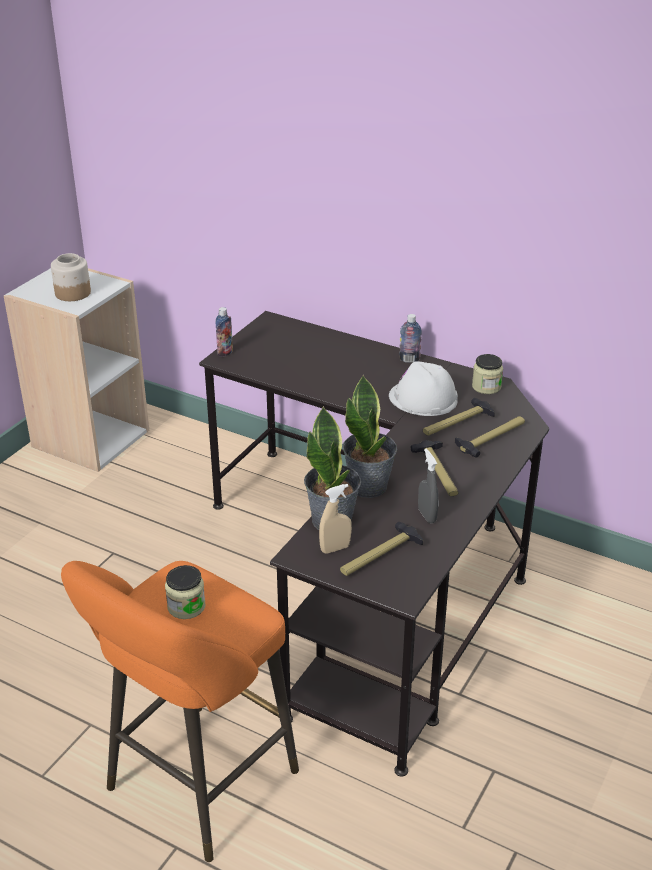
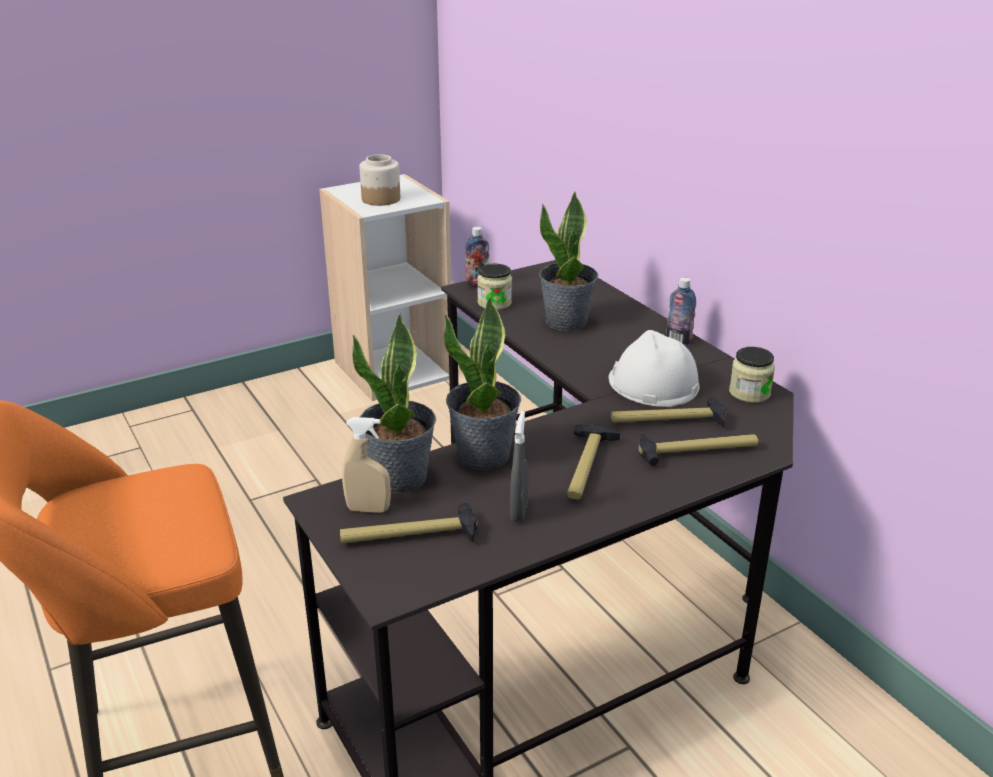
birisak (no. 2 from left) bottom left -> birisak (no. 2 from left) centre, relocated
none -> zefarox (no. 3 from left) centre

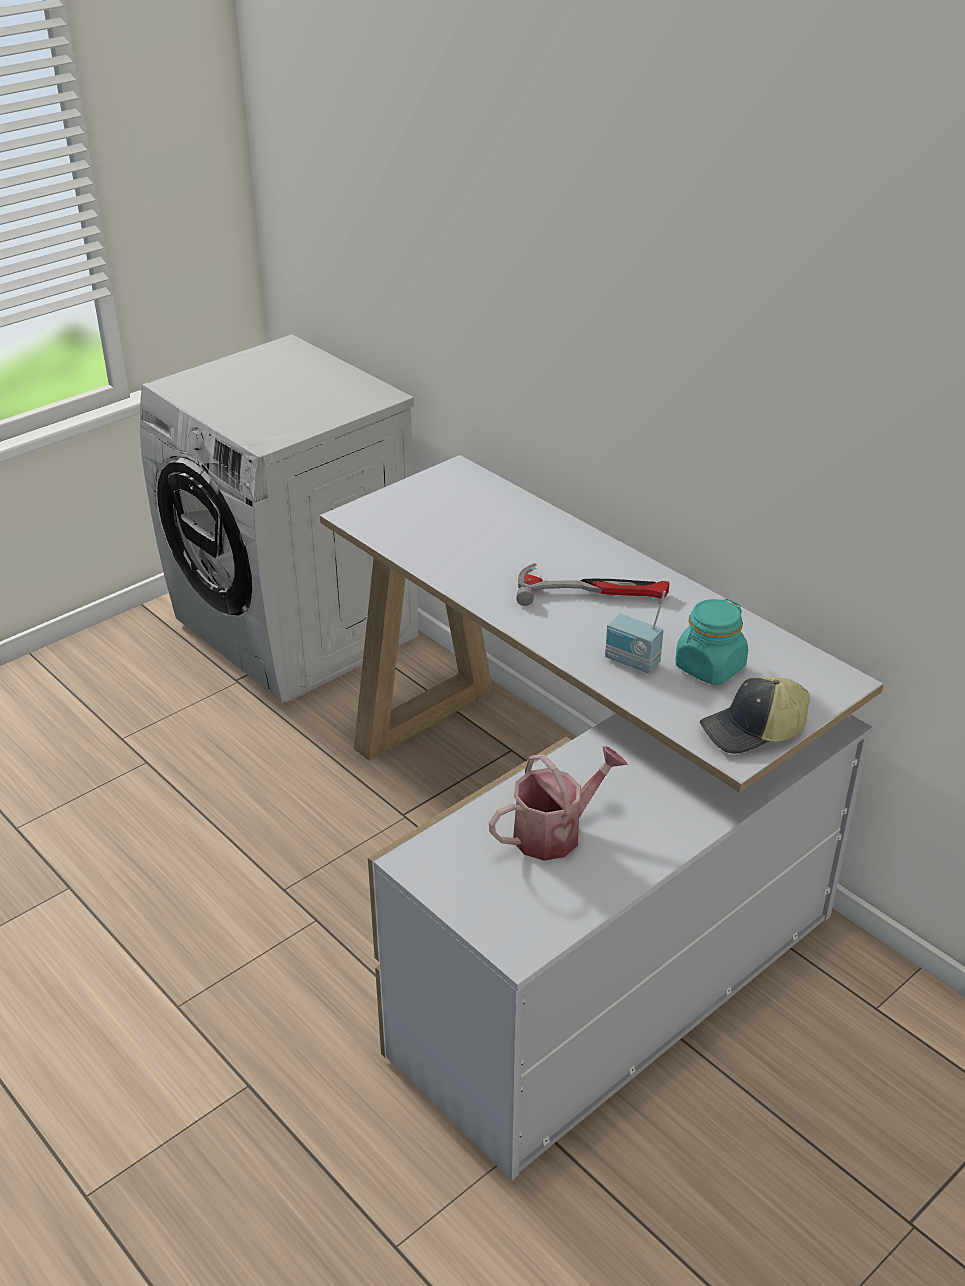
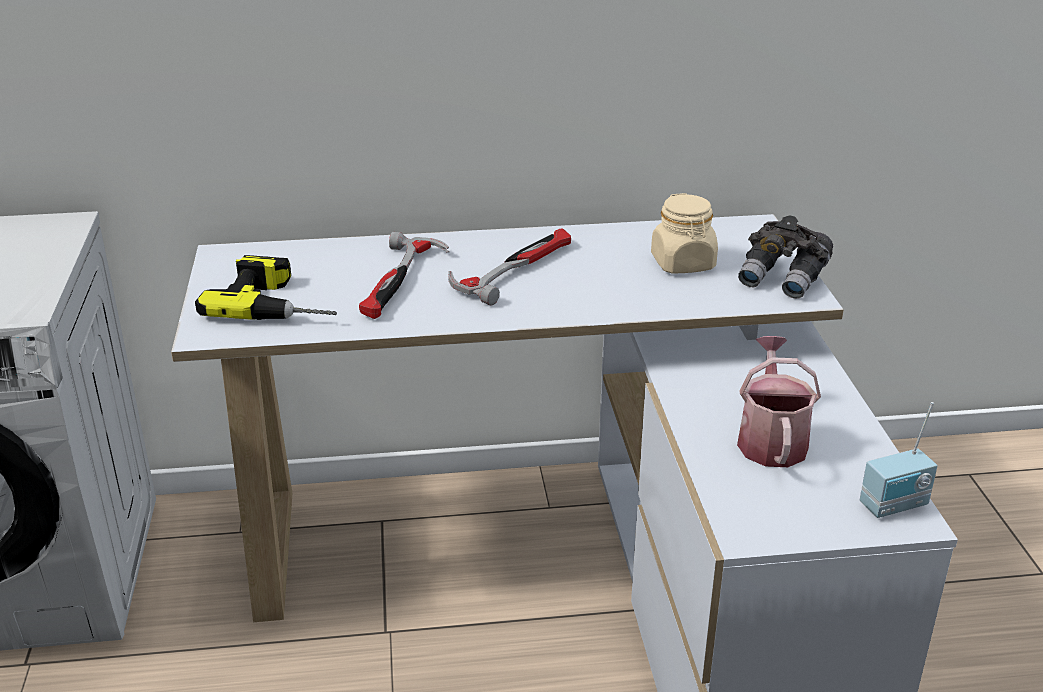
none -> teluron middle left
none -> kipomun (no. 1 from left) centre
turquoise_birisak middle right -> beige_birisak centre
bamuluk middle right -> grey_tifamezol middle right
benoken centre -> benoken middle right, relocated

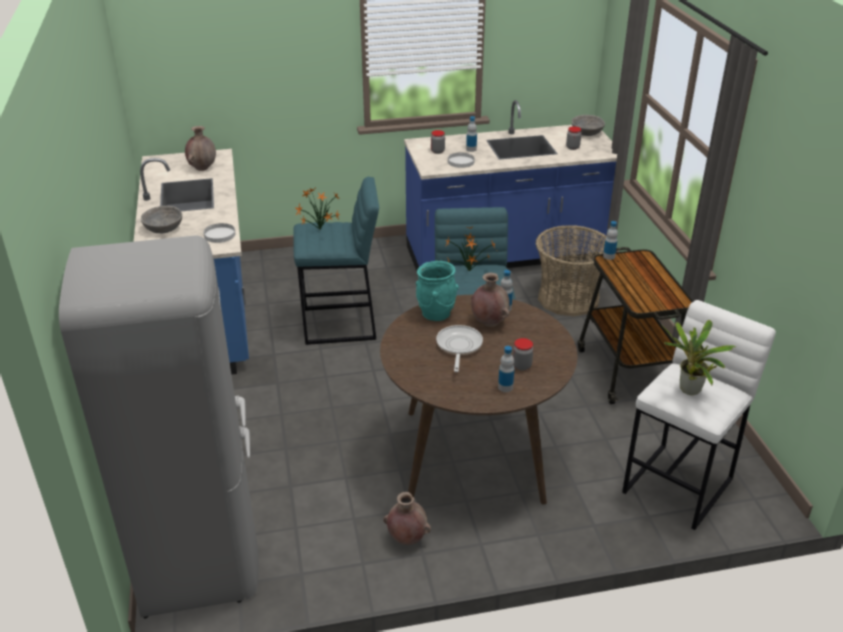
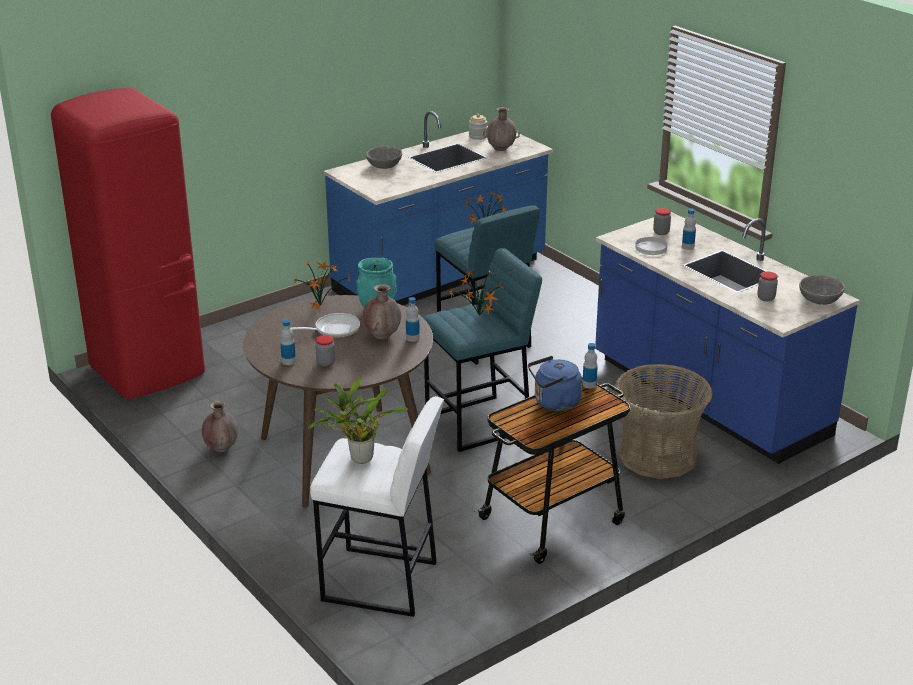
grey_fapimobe bottom left -> red_fapimobe middle left
none -> zefarox (no. 1 from left) centre
none -> birisak (no. 2 from left) top centre
none -> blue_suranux centre
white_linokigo (no. 1 from left) middle left -> none

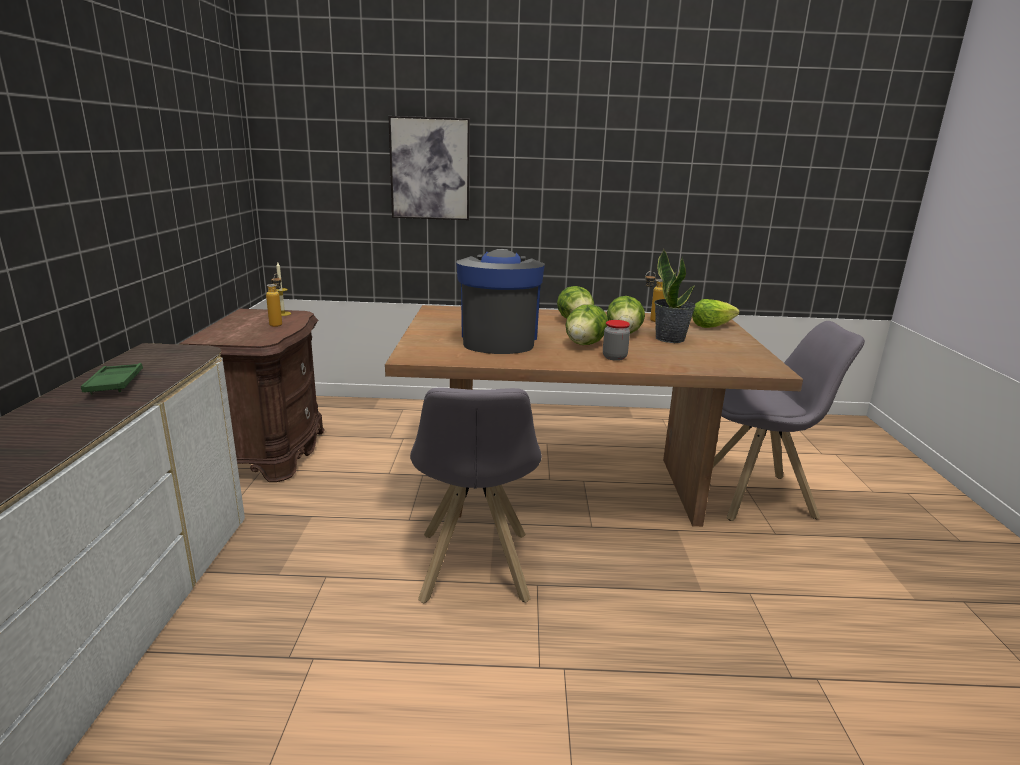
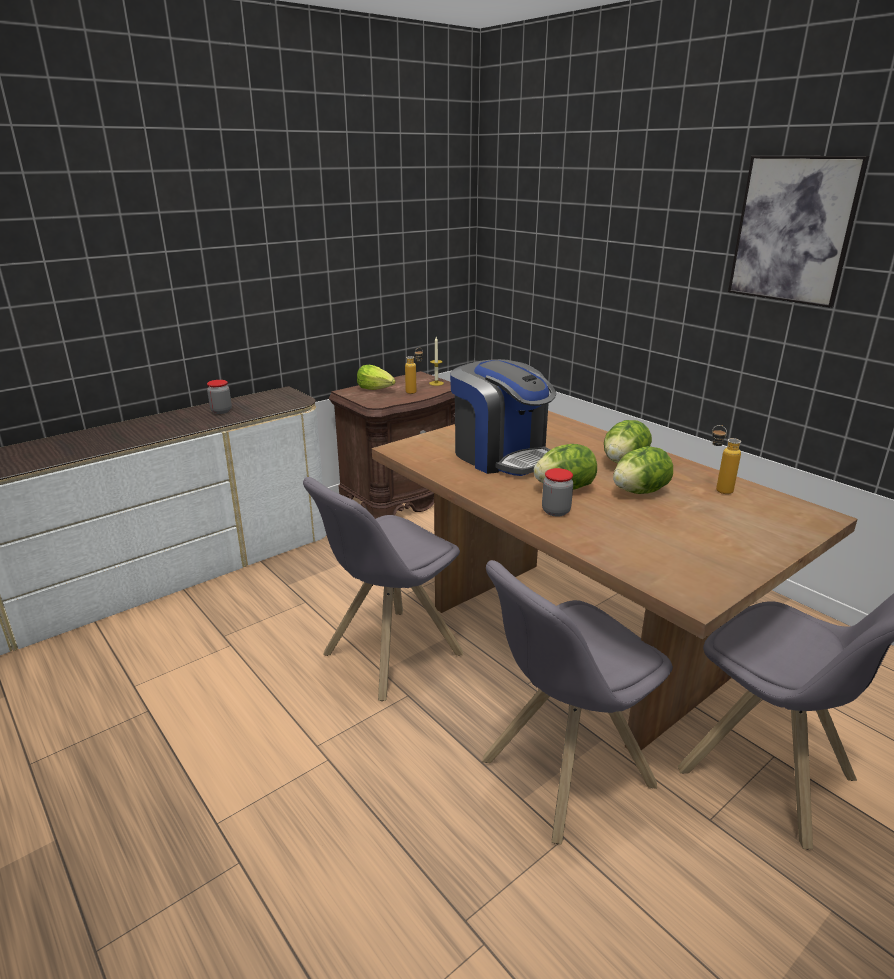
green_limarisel middle left -> birisak (no. 1 from left) middle left
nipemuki (no. 4 from left in the first image) middle right -> nipemuki (no. 1 from left) centre, relocated
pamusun centre, 90 degrees clockwise
none -> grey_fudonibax (no. 2 from left) bottom centre
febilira top centre -> febilira top right, relocated
zefarox centre -> none

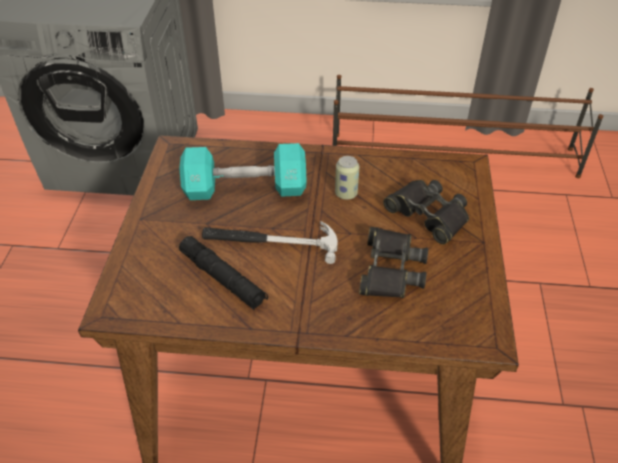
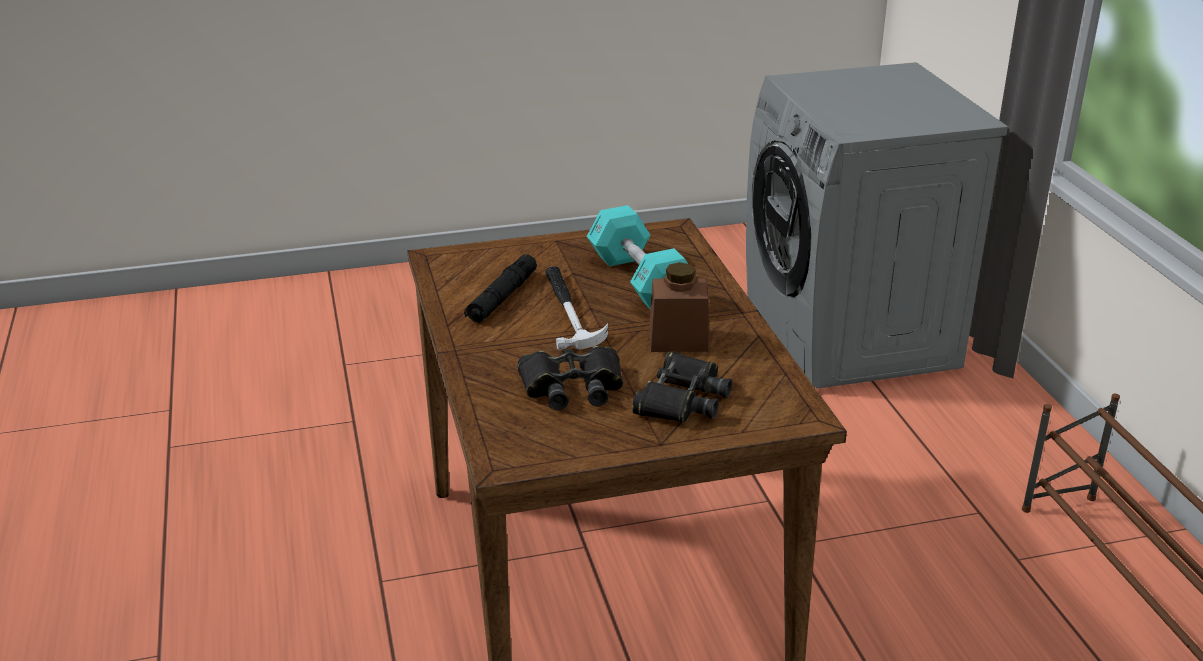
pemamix centre -> brown_birisak centre

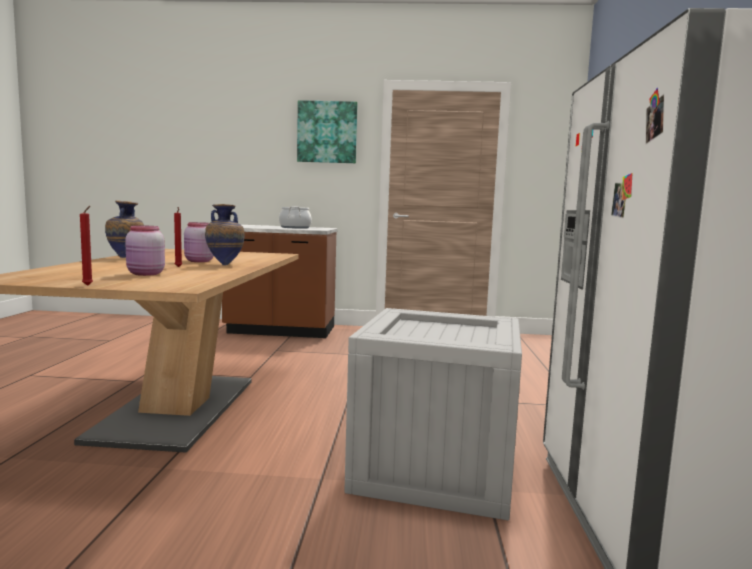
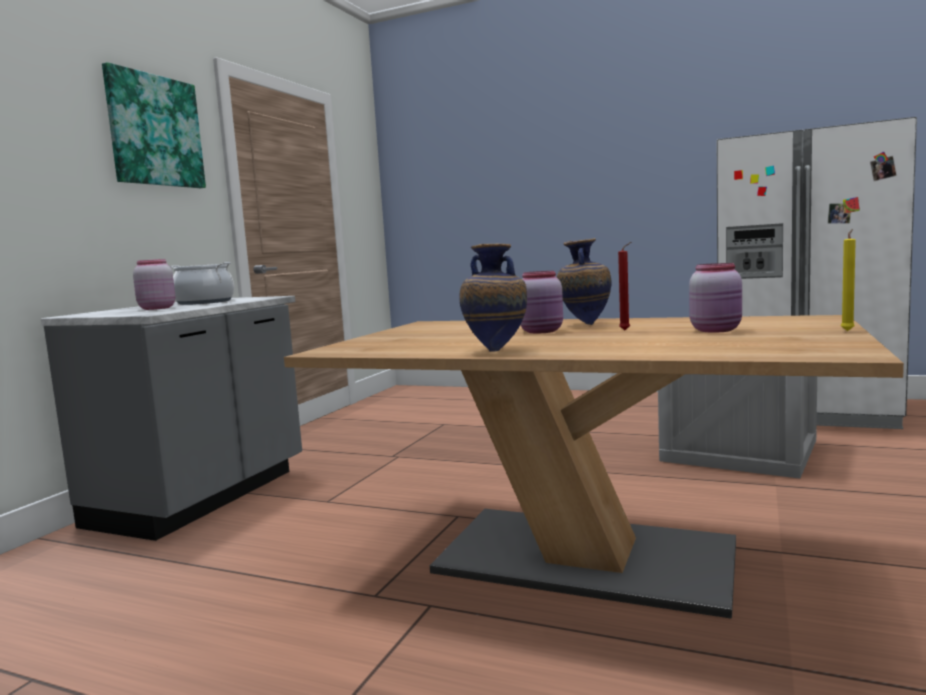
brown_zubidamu centre -> grey_zubidamu middle left
none -> pink_birisak (no. 1 from left) middle left
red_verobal (no. 1 from left) middle left -> yellow_verobal middle right

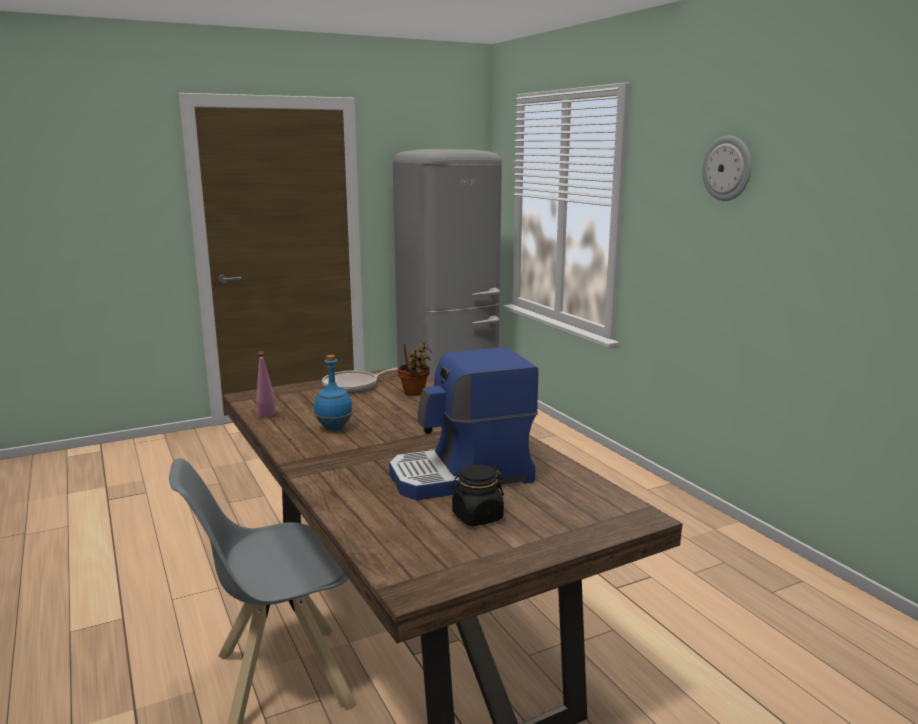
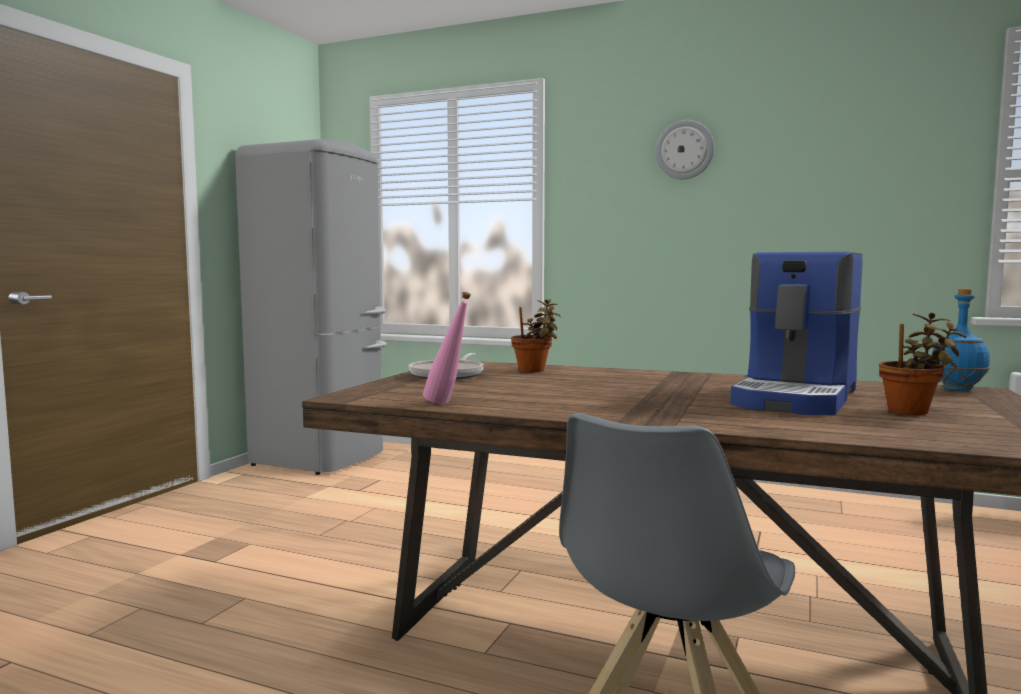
black_birisak bottom centre -> zefarox (no. 2 from left) middle right
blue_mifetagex centre -> blue_mifetagex middle right, relocated

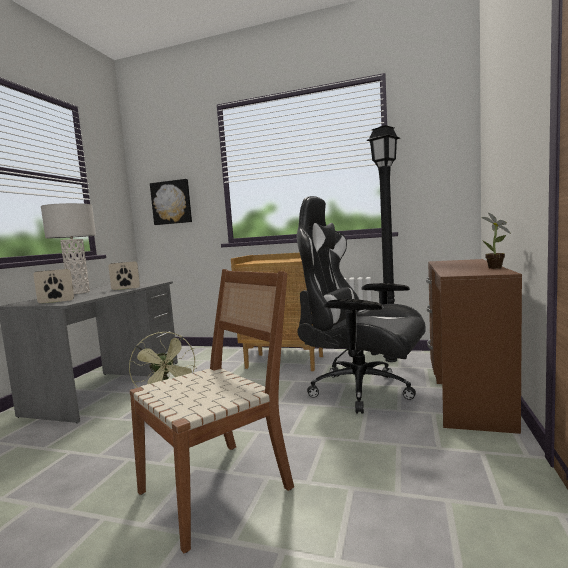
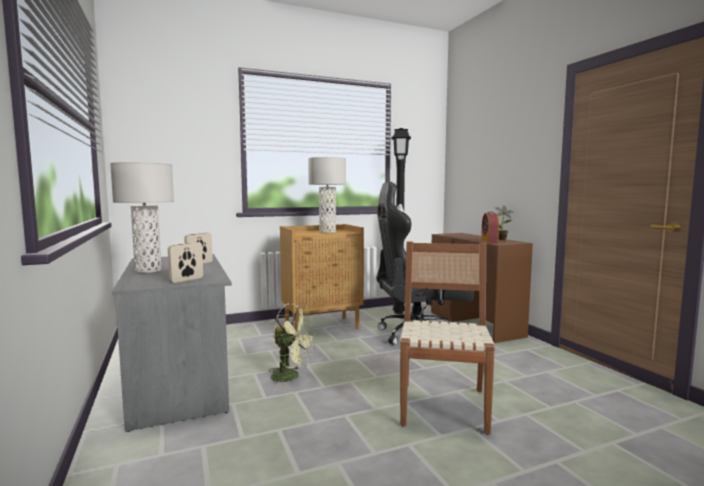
none -> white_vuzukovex (no. 2 from left) centre
none -> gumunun middle right
febilira middle left -> none

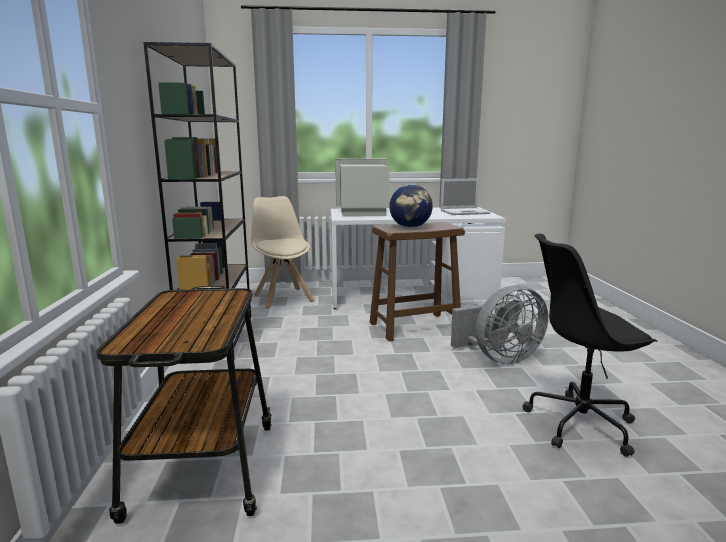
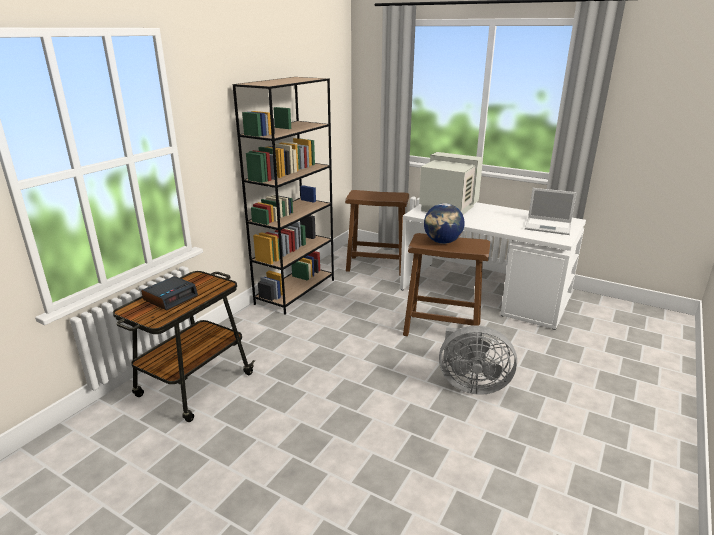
none -> gumunun middle left
beige_fudonibax centre -> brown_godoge (no. 1 from left) centre
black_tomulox middle right -> none

